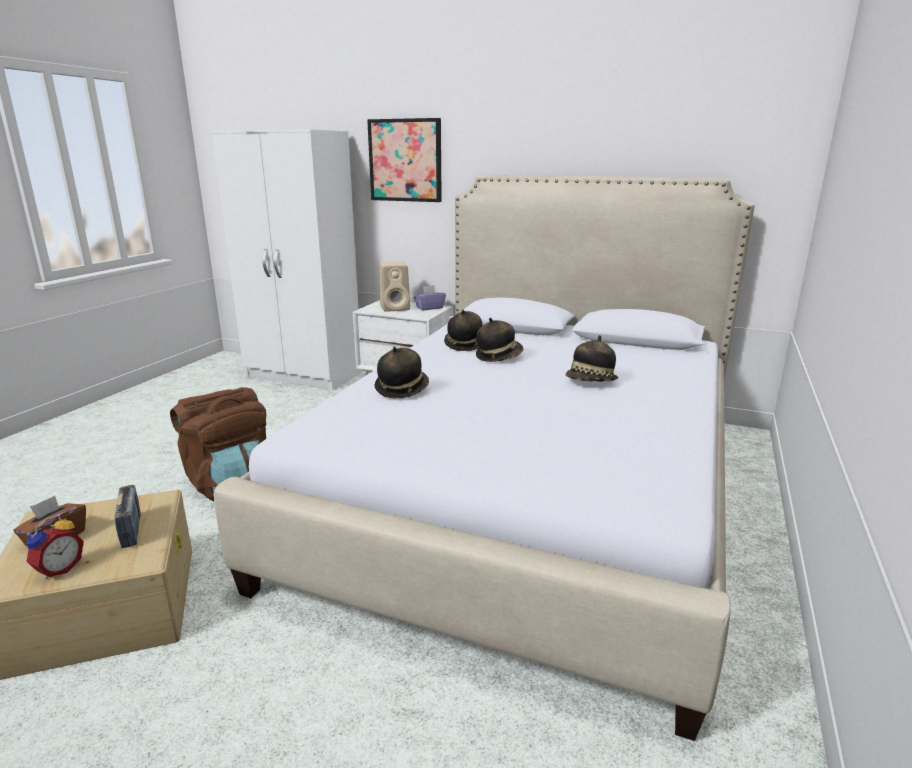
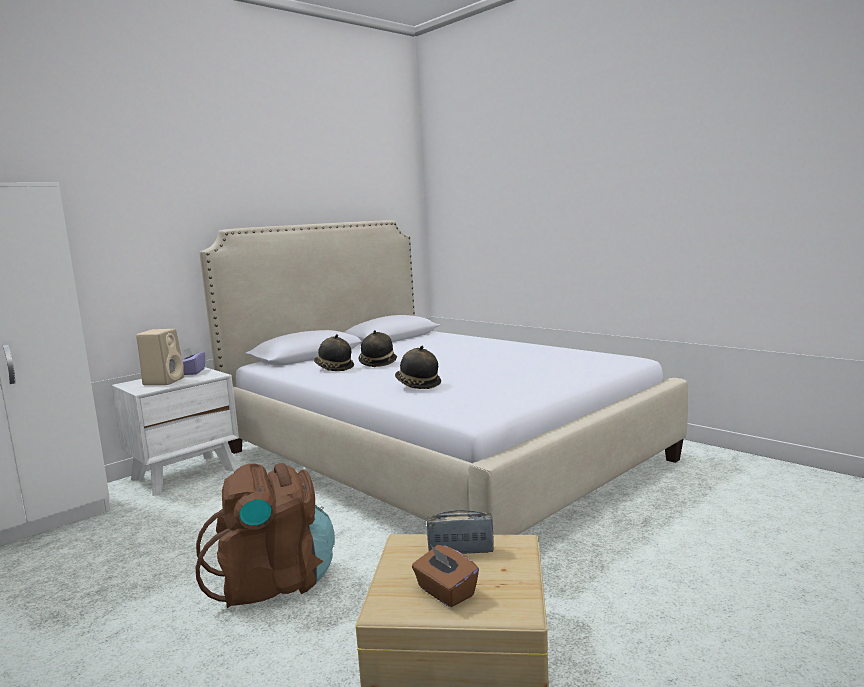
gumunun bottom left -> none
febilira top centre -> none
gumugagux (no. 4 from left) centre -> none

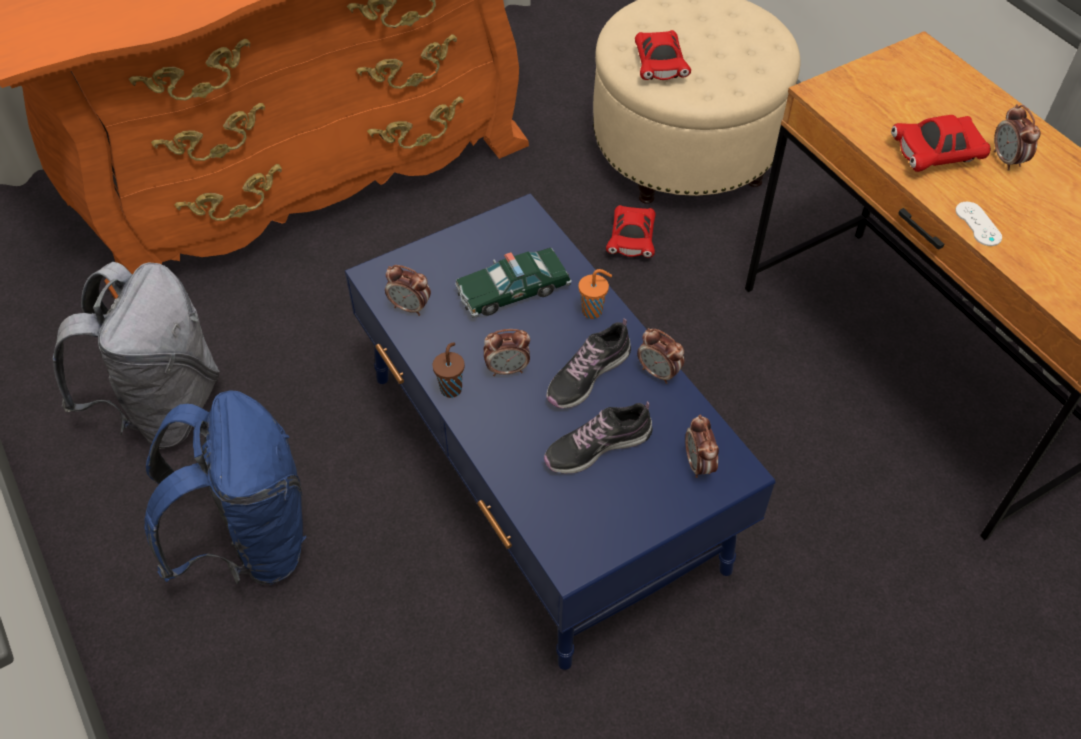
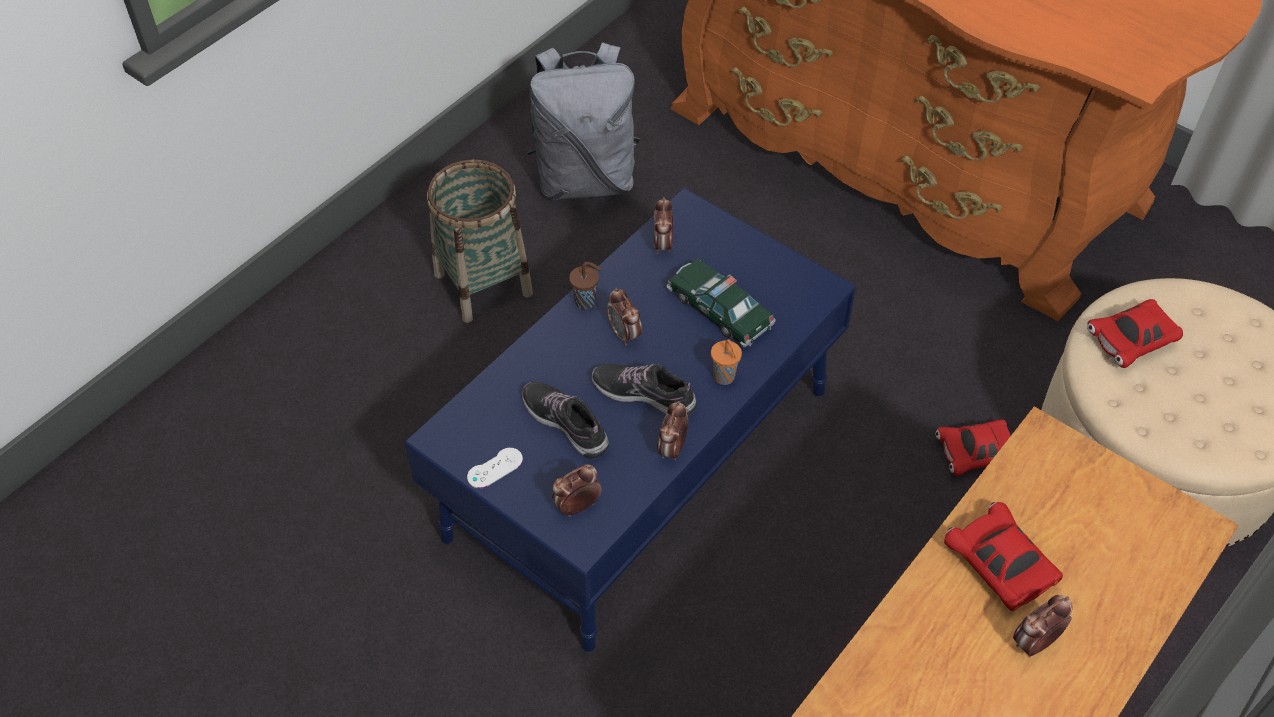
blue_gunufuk middle left -> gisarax centre
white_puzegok top right -> white_puzegok centre, relocated

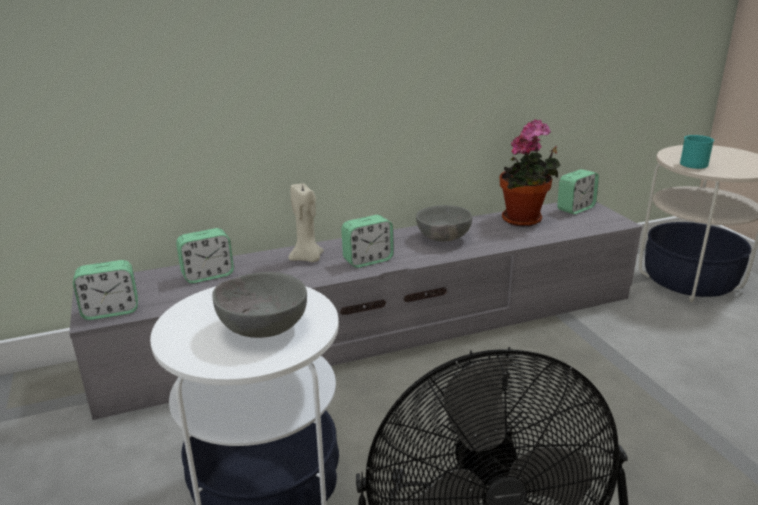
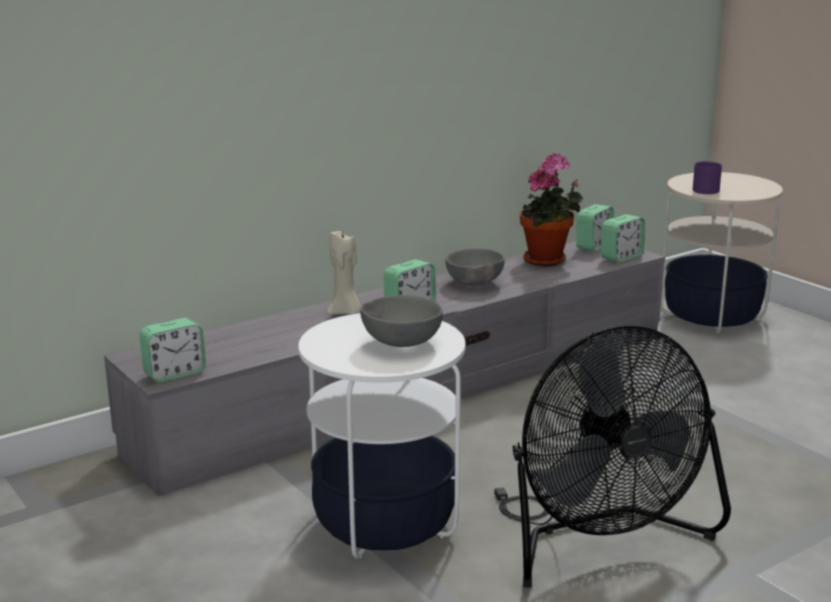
gumunun (no. 2 from left in the first image) middle left -> gumunun (no. 4 from left) middle right, relocated
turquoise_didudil top right -> purple_didudil top right

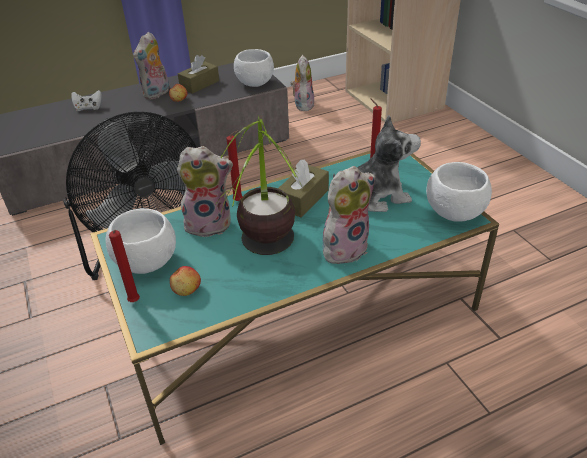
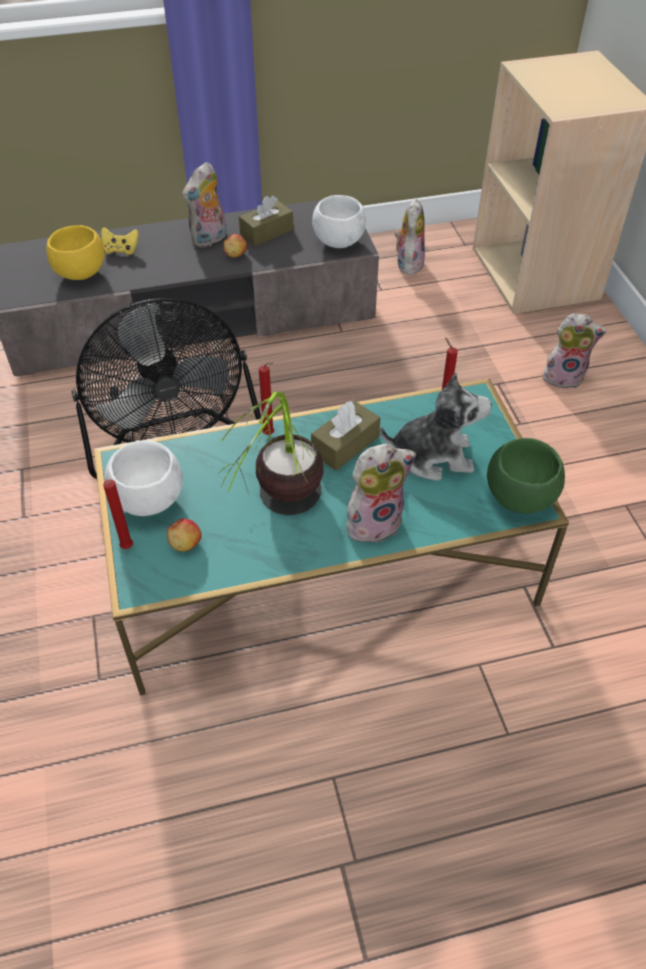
none -> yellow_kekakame top left
white_puzegok top left -> yellow_puzegok top left
white_kekakame (no. 3 from left) middle right -> green_kekakame middle right
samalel (no. 2 from left in the first image) centre -> samalel (no. 5 from left) middle right, relocated

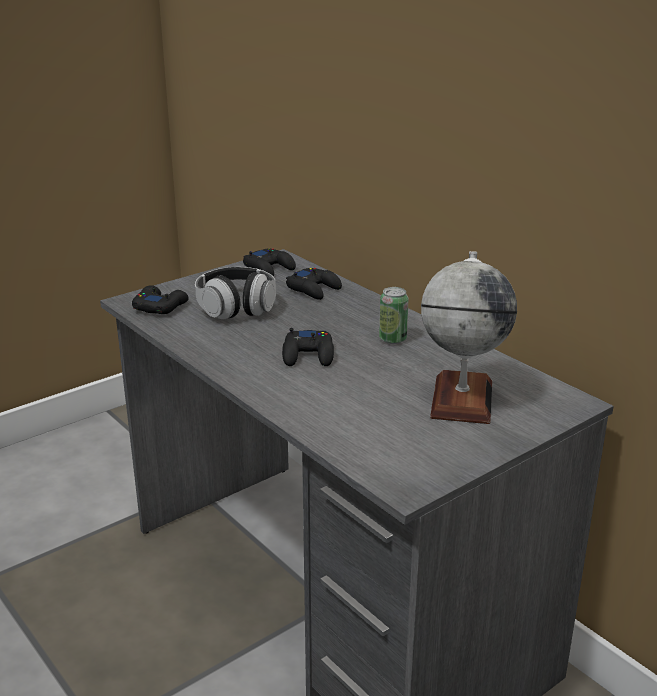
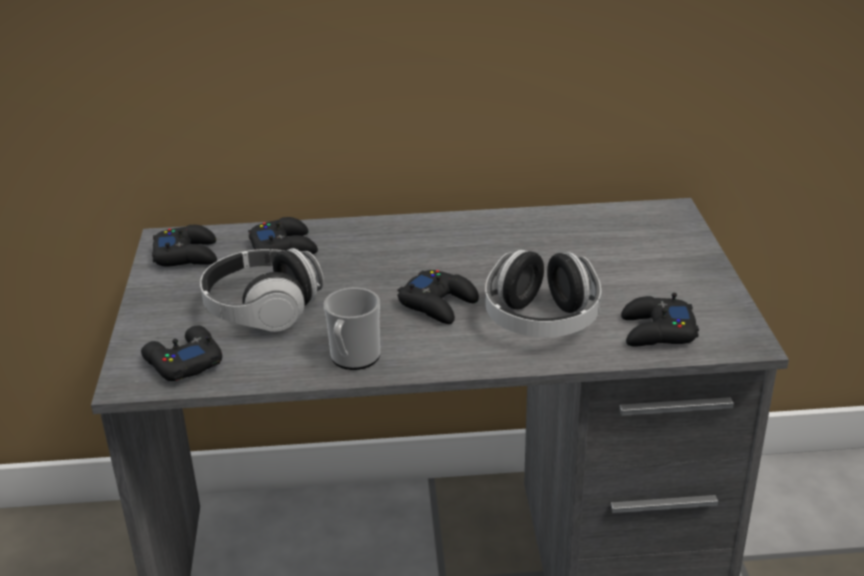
none -> didudil centre
none -> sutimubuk (no. 2 from left) centre
none -> black_puzegok (no. 5 from left) middle right
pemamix centre -> none
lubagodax middle right -> none

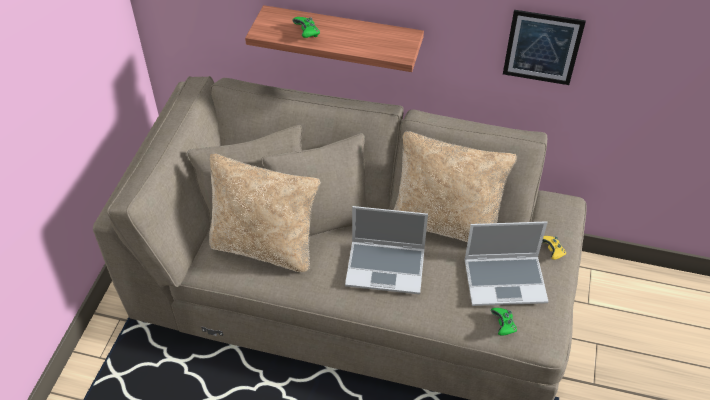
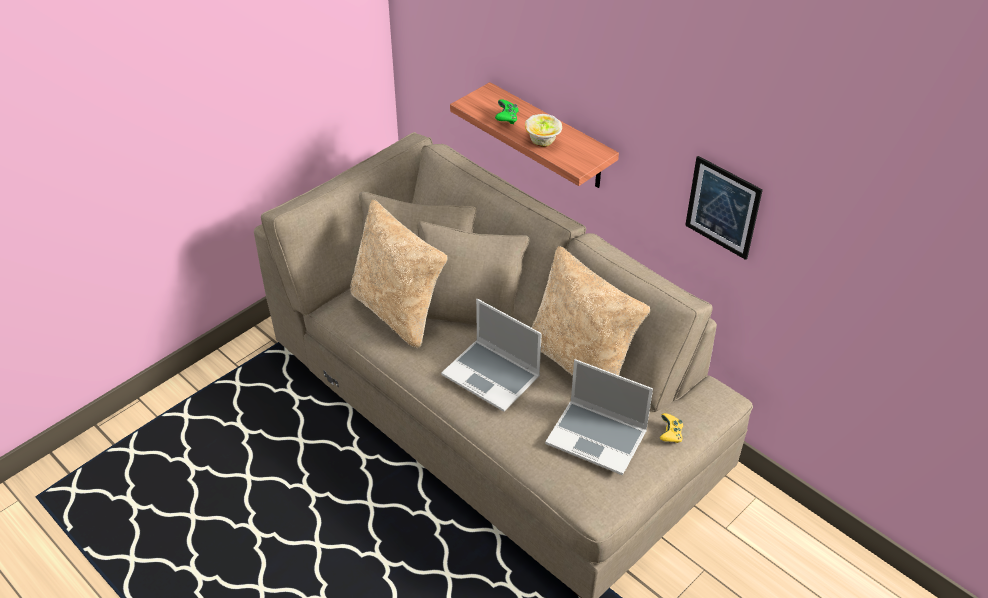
none -> kekakame top centre
green_puzegok (no. 2 from left) bottom right -> none

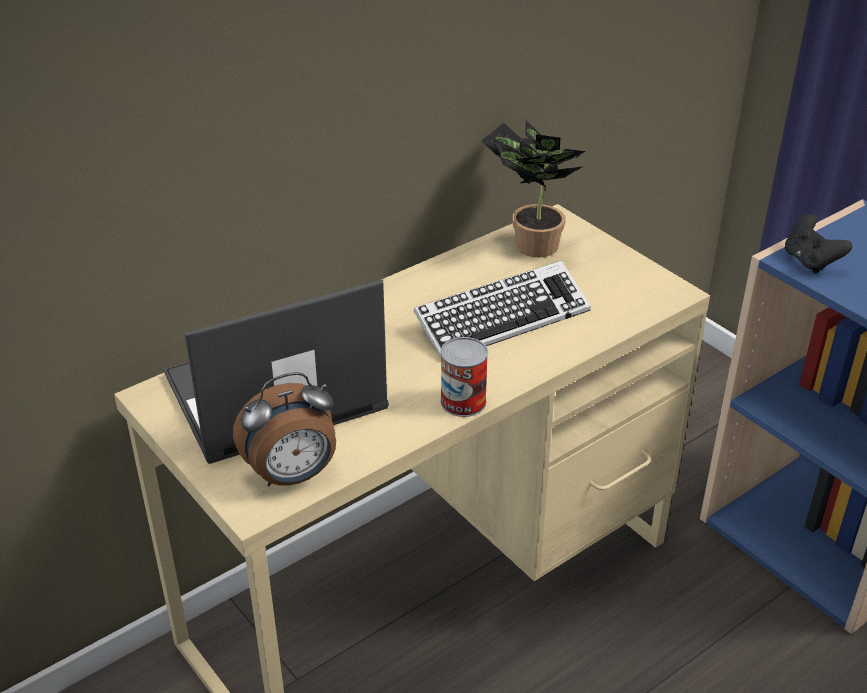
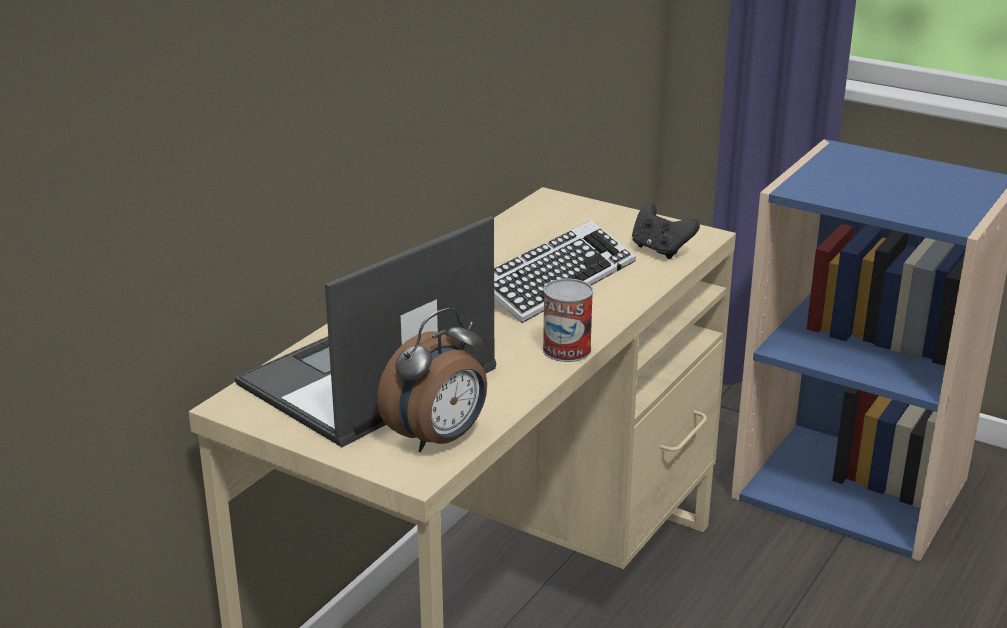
black_puzegok middle right -> black_puzegok centre, relocated
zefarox top centre -> none

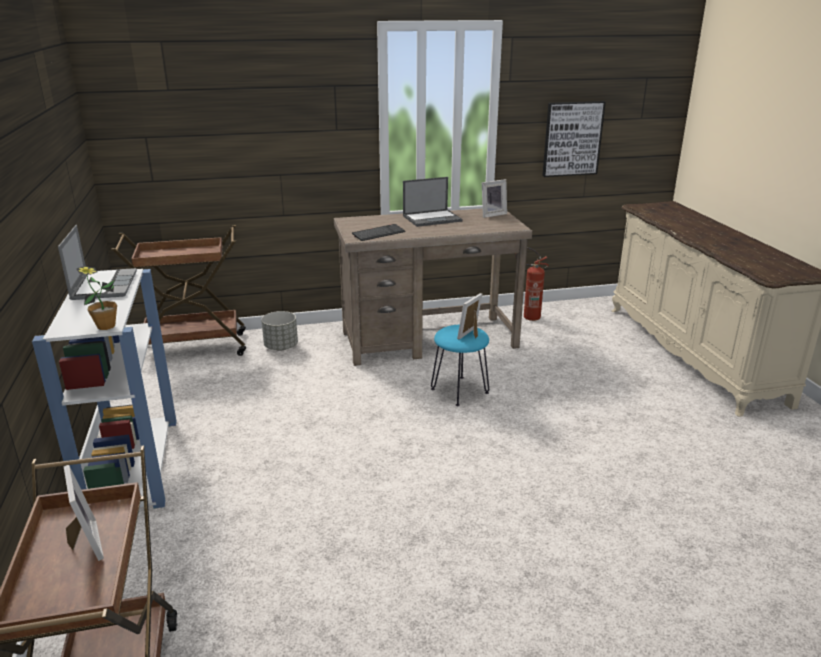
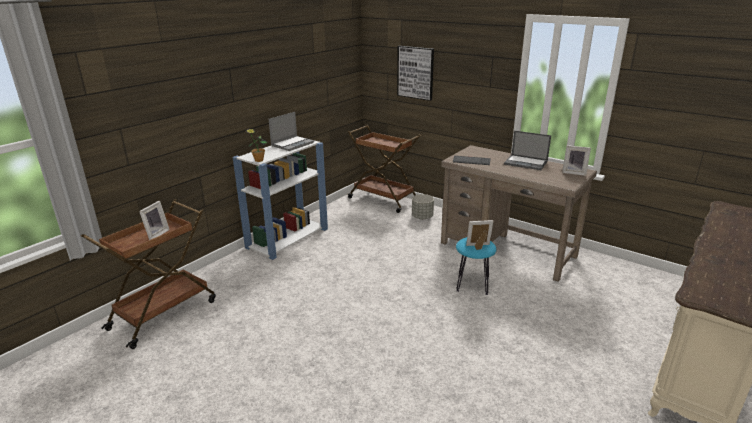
febilira top right -> febilira top centre, relocated
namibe centre -> none

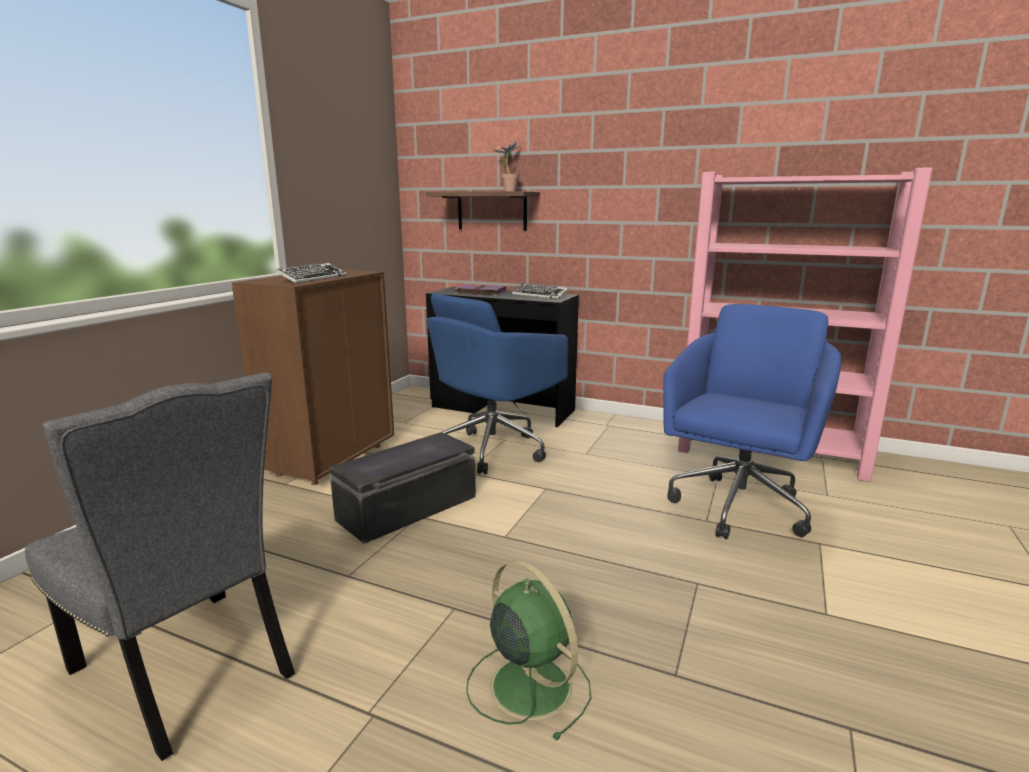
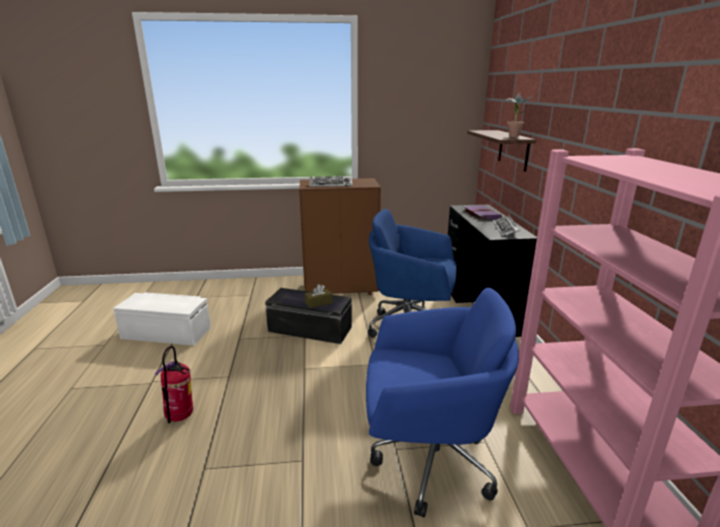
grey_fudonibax bottom left -> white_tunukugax middle left
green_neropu bottom centre -> namibe bottom left
none -> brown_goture centre

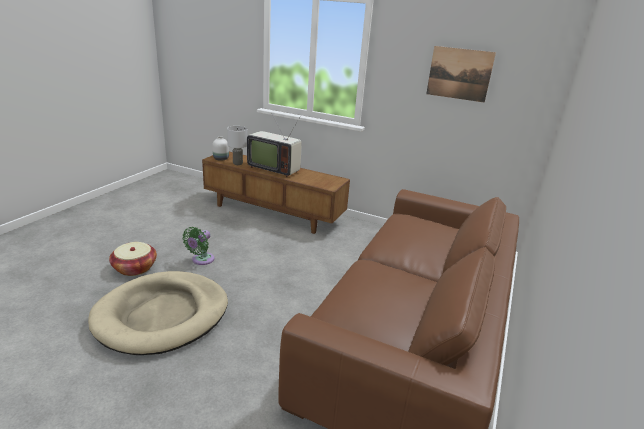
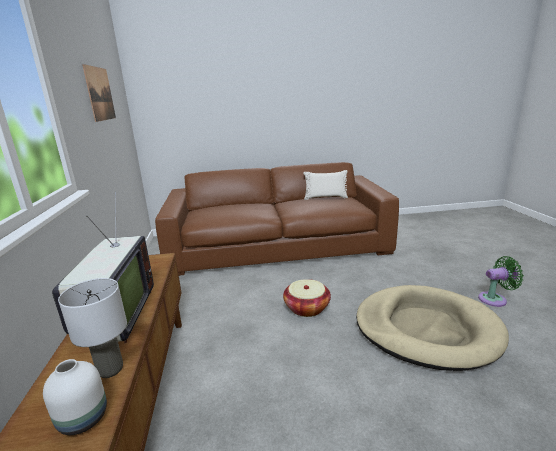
gisarax middle left -> gisarax centre, relocated
none -> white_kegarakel centre
green_neropu middle left -> green_neropu middle right, relocated

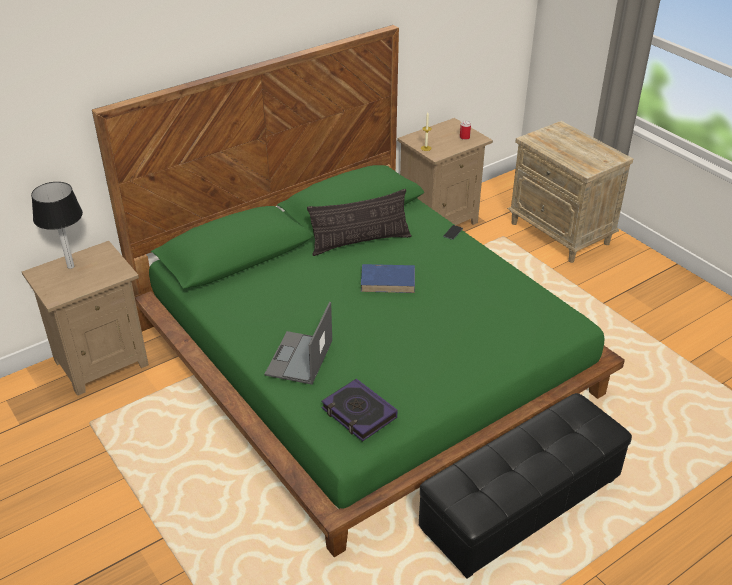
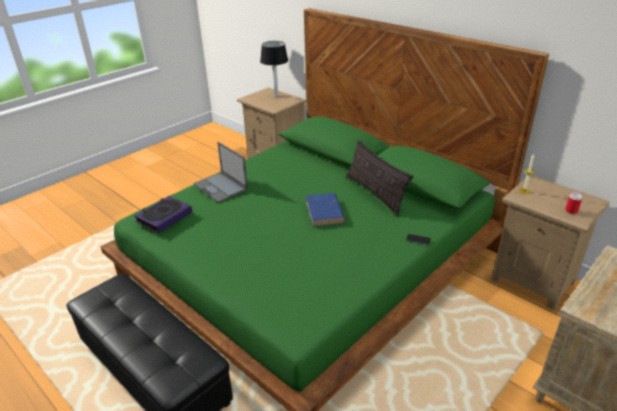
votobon centre, 135 degrees counterclockwise

